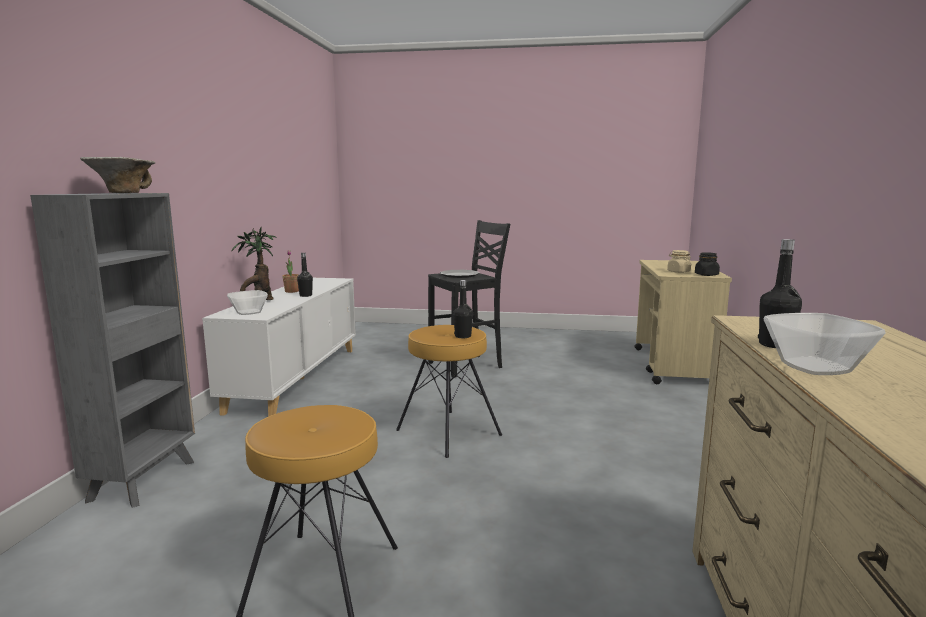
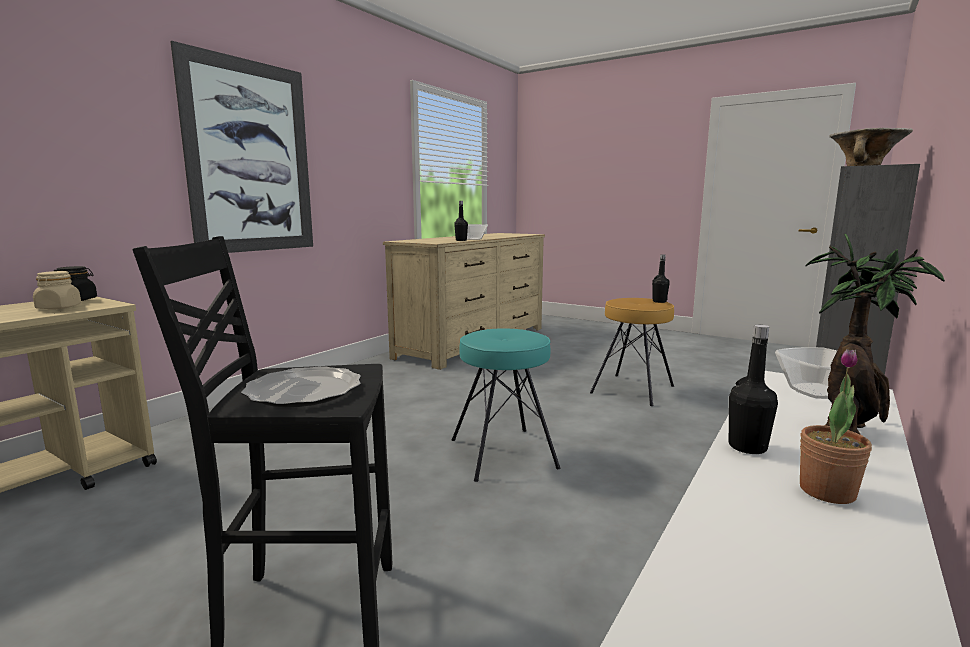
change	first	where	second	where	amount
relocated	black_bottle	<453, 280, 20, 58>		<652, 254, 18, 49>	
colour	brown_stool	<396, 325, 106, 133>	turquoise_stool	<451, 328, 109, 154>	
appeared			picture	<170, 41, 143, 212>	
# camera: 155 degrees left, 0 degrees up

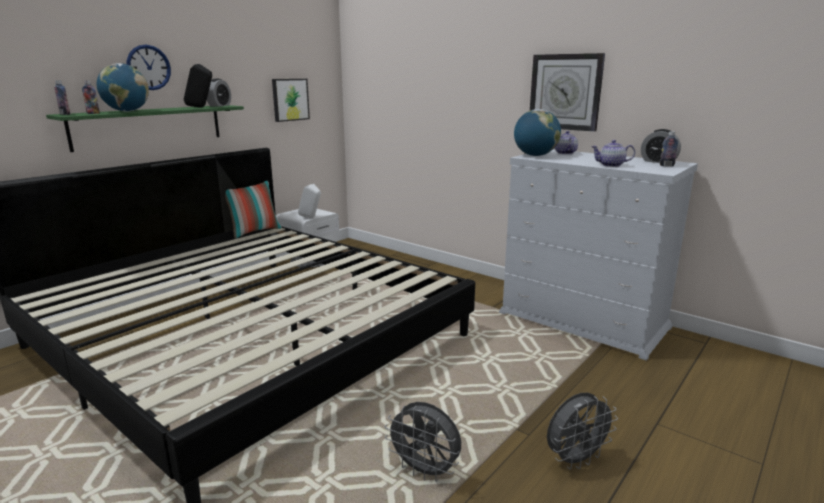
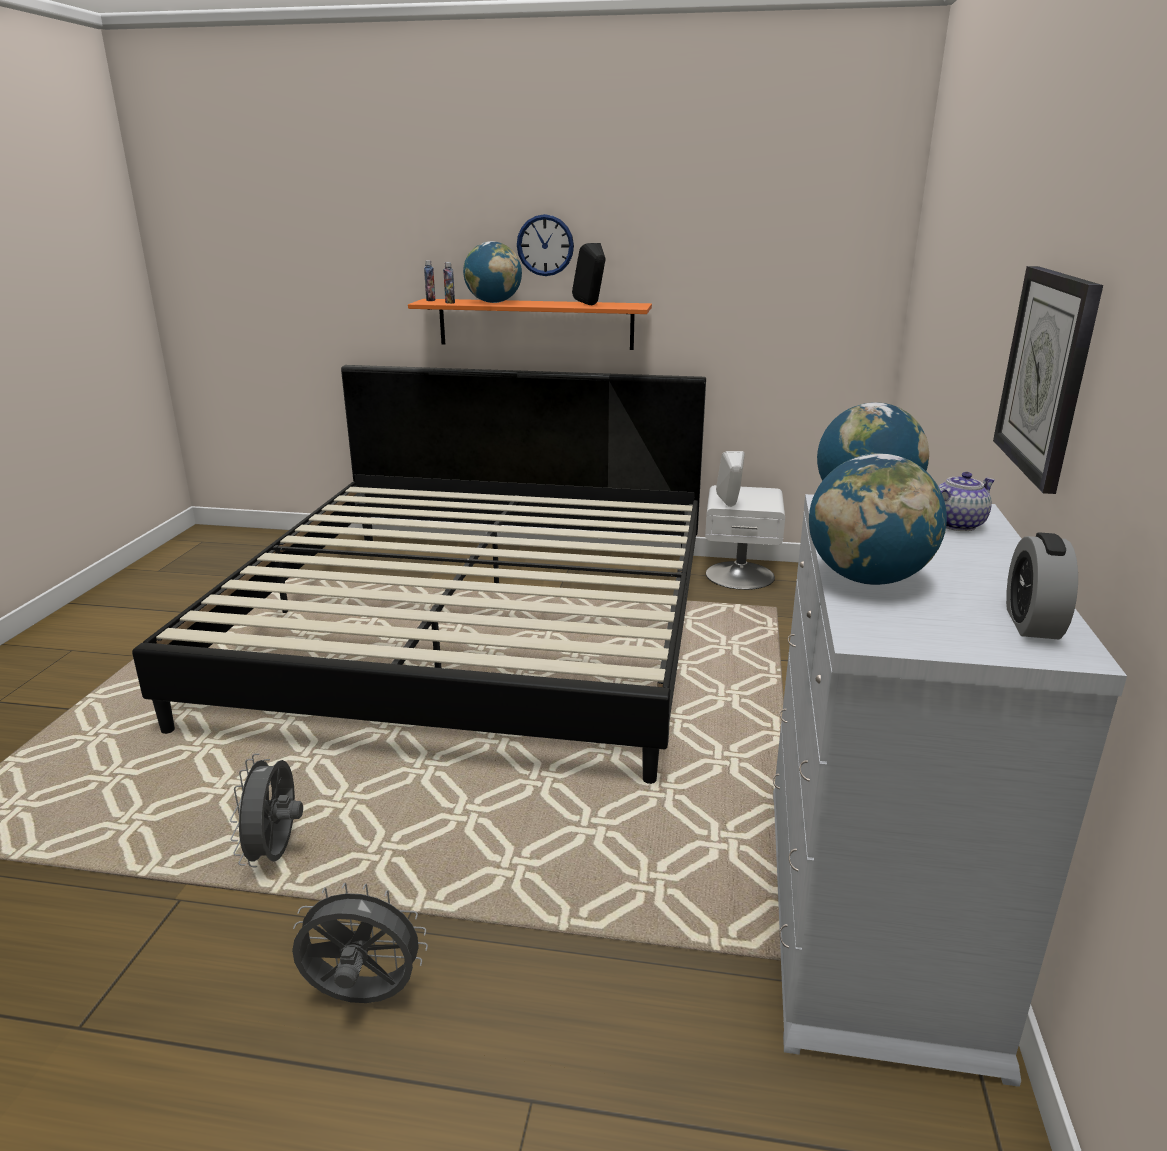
change	first	where	second	where	amount
missing	alarm_clock	<207, 79, 24, 28>			
missing	picture	<272, 79, 38, 43>			
colour	green_shelf	<46, 105, 198, 47>	orange_shelf	<408, 299, 244, 51>	
missing	bottle	<660, 131, 18, 36>			
exchanged	teapot	<591, 140, 44, 27>	globe	<809, 453, 138, 132>	
missing	pillow	<225, 181, 57, 58>			
spun	grey_fan	<547, 393, 71, 76>		<292, 883, 136, 120>	150 degrees clockwise
# camera: 60 degrees right, 5 degrees up

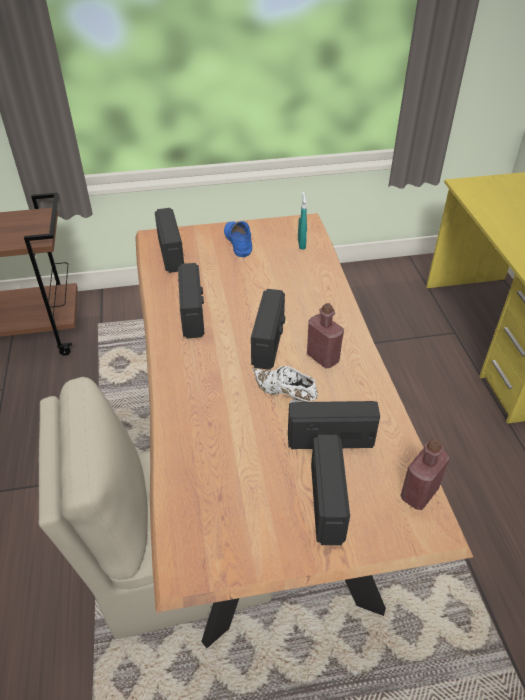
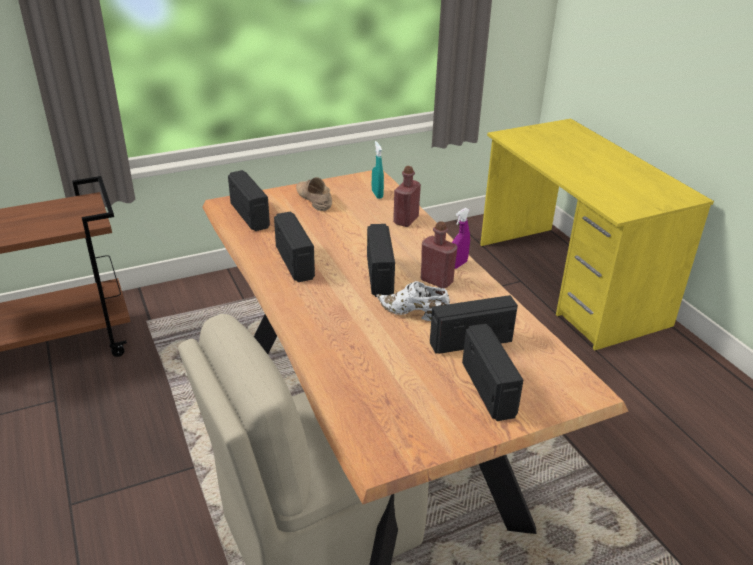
change	first	where	second	where	amount
colour	blue_shoe	<224, 221, 28, 36>	beige_shoe	<296, 177, 36, 34>	
relocated	red_bottle	<400, 439, 50, 71>		<393, 166, 28, 61>	
appeared			purple_spray_bottle	<452, 208, 18, 61>	
# camera: 15 degrees left, 10 degrees down

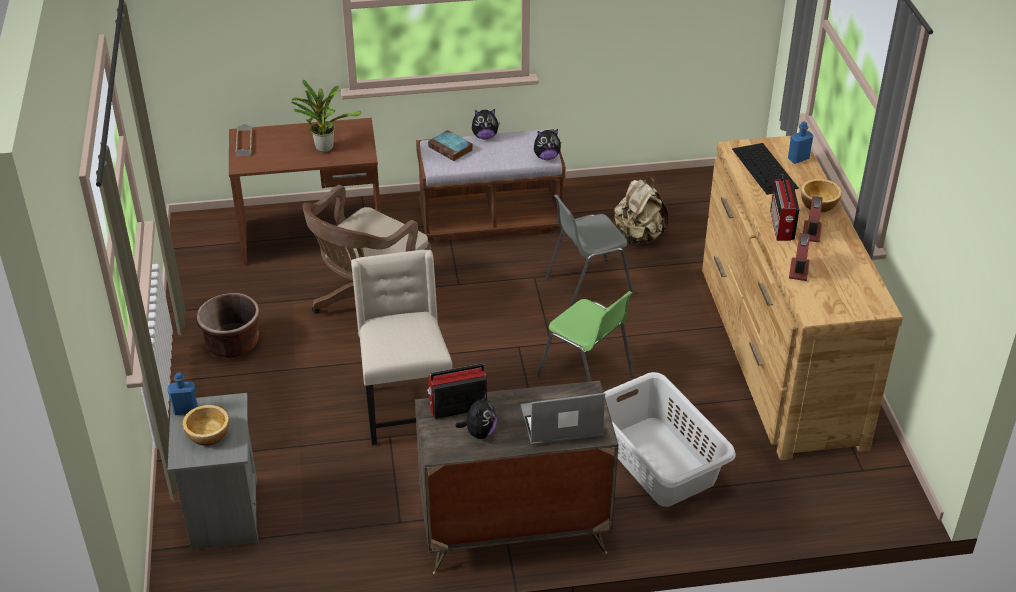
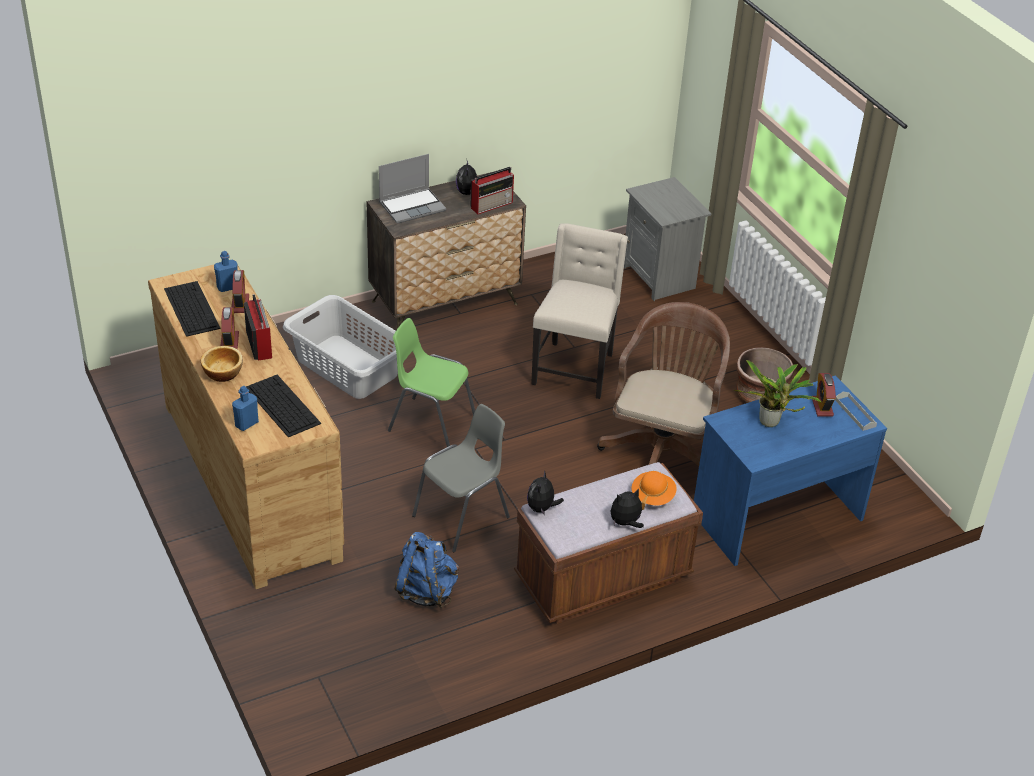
change	first	where	second	where	amount
colour	brown_desk	<229, 118, 152, 147>	blue_desk	<694, 376, 193, 190>	
spun	plush_toy	<534, 129, 27, 31>		<527, 470, 37, 45>	45 degrees counterclockwise
exchanged	book	<428, 130, 45, 31>	orange_hat	<631, 471, 46, 39>	
colour	beige_backpack	<614, 178, 55, 67>	blue_backpack	<395, 532, 64, 76>	
spun	beige_chair	<351, 250, 101, 195>		<531, 223, 97, 176>	135 degrees counterclockwise
relocated	blue_bottle	<167, 372, 31, 43>		<214, 251, 24, 41>	
missing	bowl	<182, 405, 47, 41>			
appeared			keyboard	<164, 281, 57, 56>	
appeared			alarm_clock	<812, 373, 24, 44>	
# camera: 160 degrees right, 0 degrees up

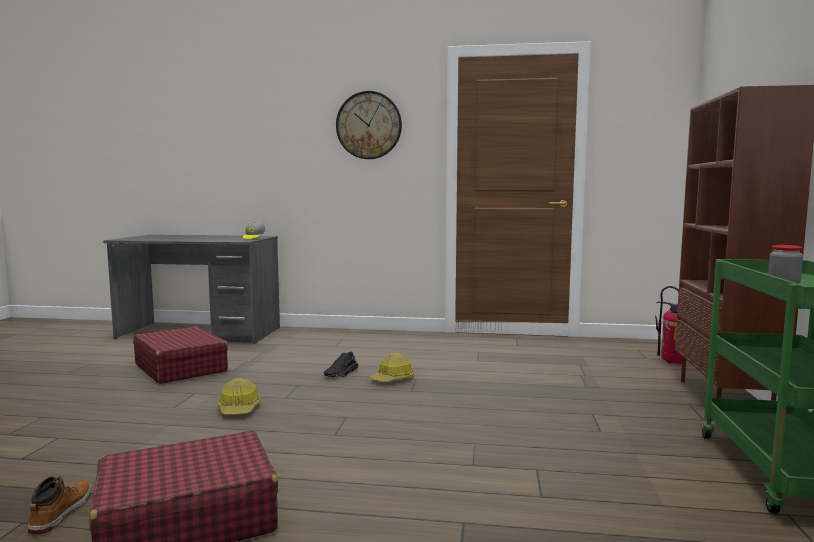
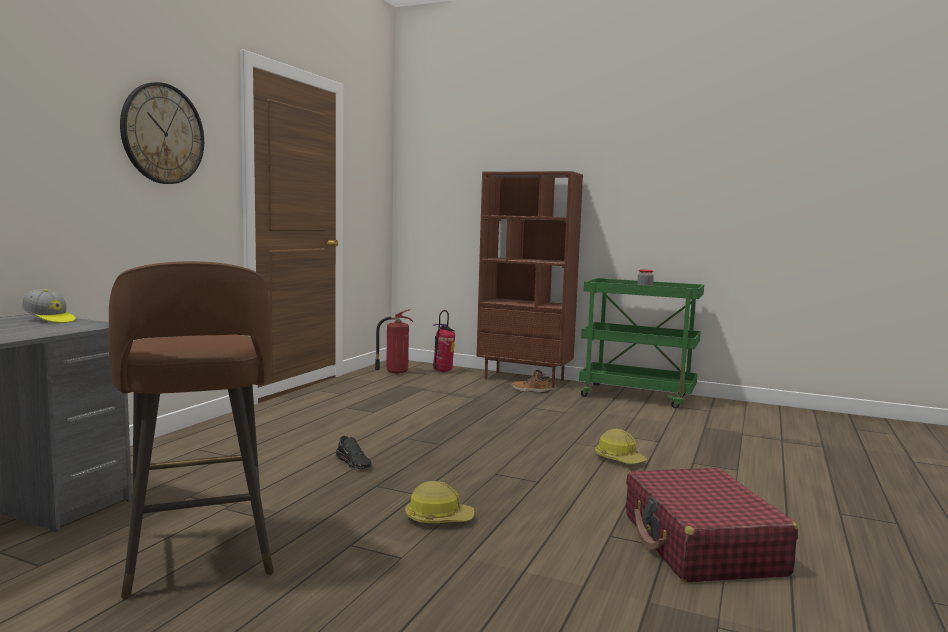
change	first	where	second	where	amount
exchanged	red_suitcase	<133, 326, 95, 58>	brown_stool	<109, 261, 165, 338>	
relocated	hard_hat	<370, 353, 44, 29>		<595, 429, 52, 35>	
relocated	boot	<28, 476, 63, 58>		<512, 370, 39, 23>	
appeared			fire_extinguisher	<375, 309, 38, 65>	
# camera: 75 degrees left, 0 degrees up

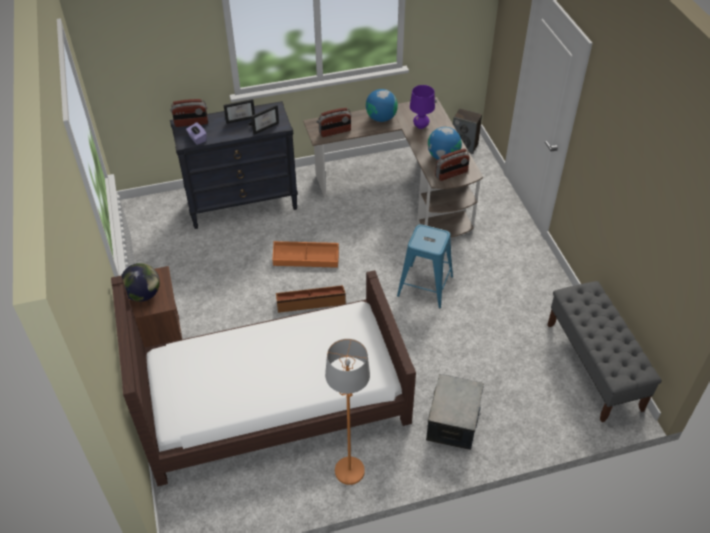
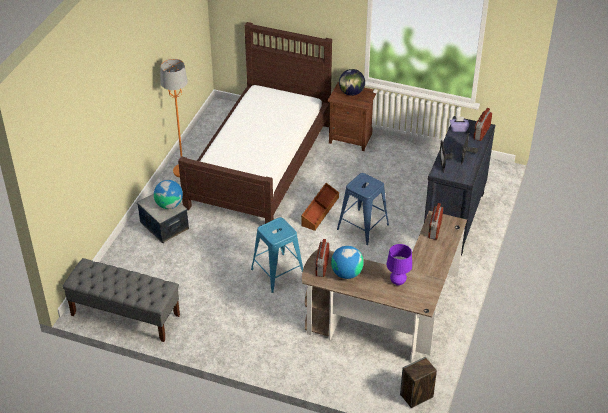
change	first	where	second	where	amount
relocated	globe	<366, 89, 32, 33>		<154, 180, 29, 29>	
exchanged	orange_storage_box	<272, 241, 67, 27>	blue_stool	<337, 173, 52, 72>	
# camera: 125 degrees right, 5 degrees down

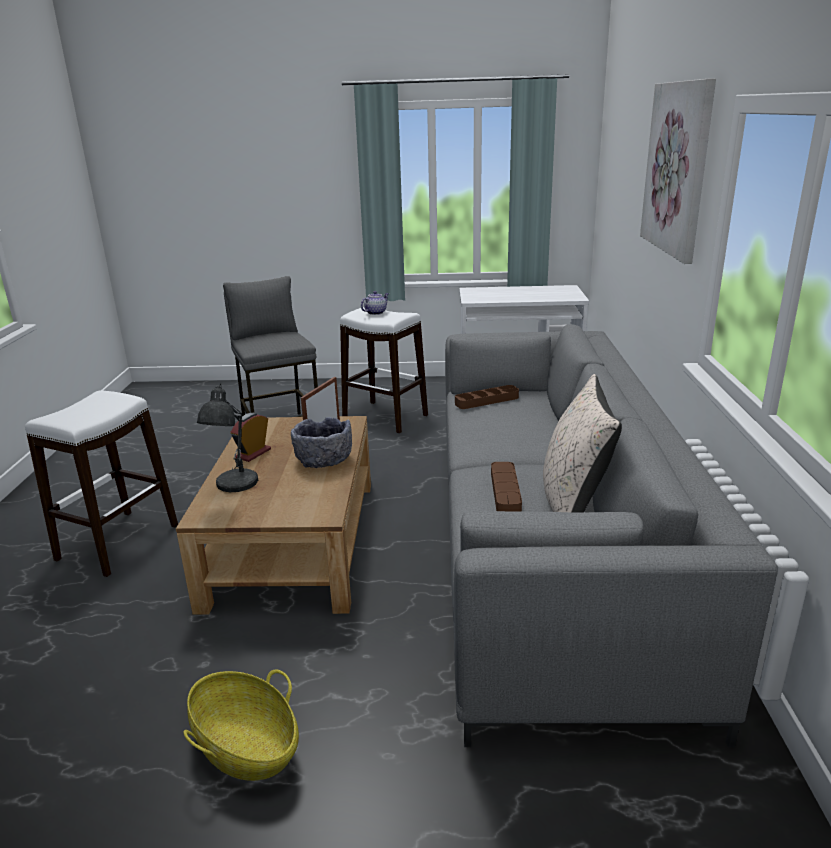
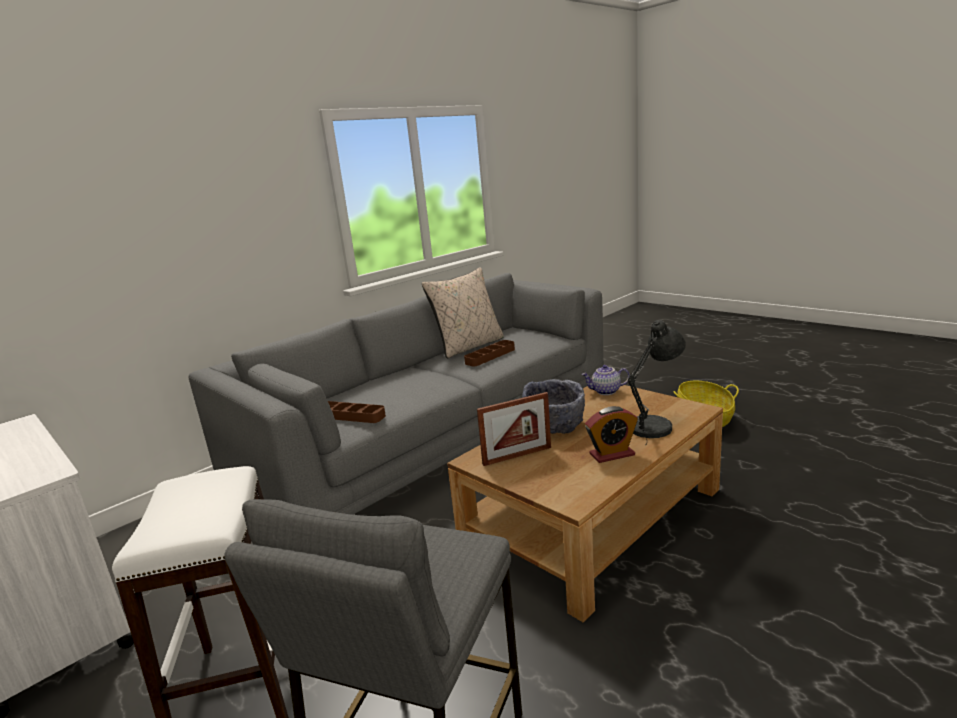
change	first	where	second	where	amount
missing	picture	<640, 78, 76, 186>			
relocated	teapot	<361, 291, 28, 24>		<581, 365, 49, 30>	
missing	white_stool	<25, 390, 153, 187>			
# camera: 135 degrees left, 5 degrees down

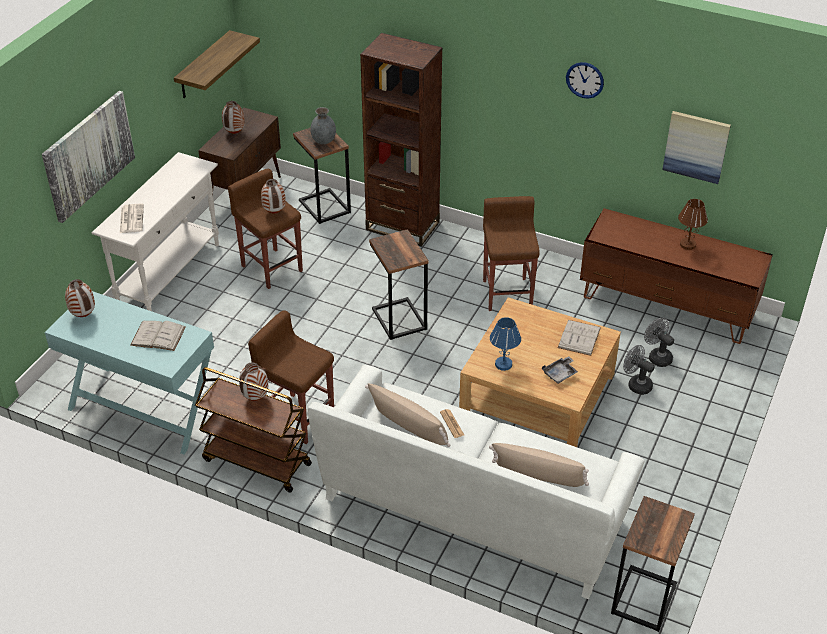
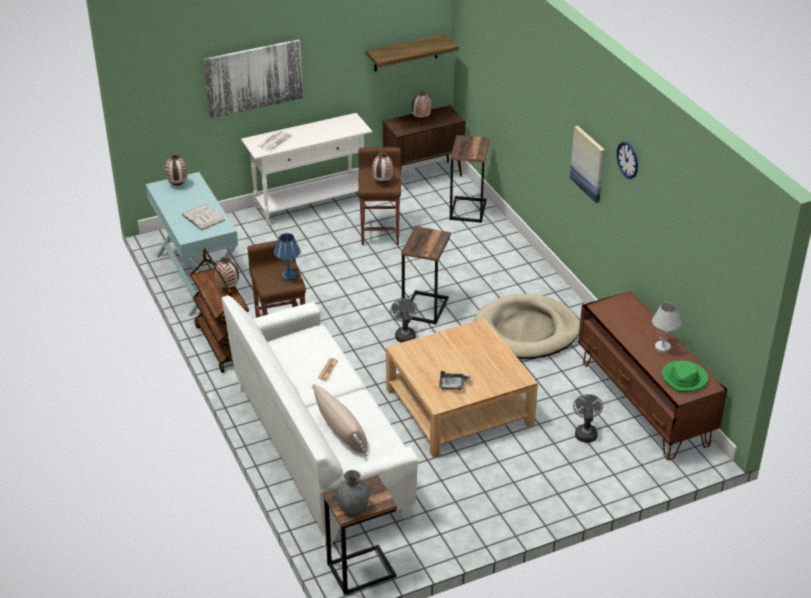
change	first	where	second	where	amount
missing	brown_bookcase	<360, 33, 83, 213>			
relocated	grey_vase	<310, 107, 26, 37>		<337, 470, 32, 44>	
relocated	picture	<662, 111, 69, 73>		<570, 126, 35, 77>	
exchanged	brown_stool	<483, 196, 57, 115>	beige_dog_bed	<474, 294, 106, 65>	
colour	brown_table_lamp	<678, 199, 30, 51>	white_table_lamp	<652, 302, 29, 51>	
relocated	blue_table_lamp	<490, 317, 31, 54>		<274, 233, 27, 48>	
missing	white_book	<558, 320, 43, 36>			
relocated	grey_fan	<623, 345, 32, 50>		<390, 298, 27, 45>	
missing	beige_pillow	<365, 384, 86, 63>			
appeared			green_hat	<662, 361, 46, 31>	
# camera: 40 degrees right, 5 degrees down

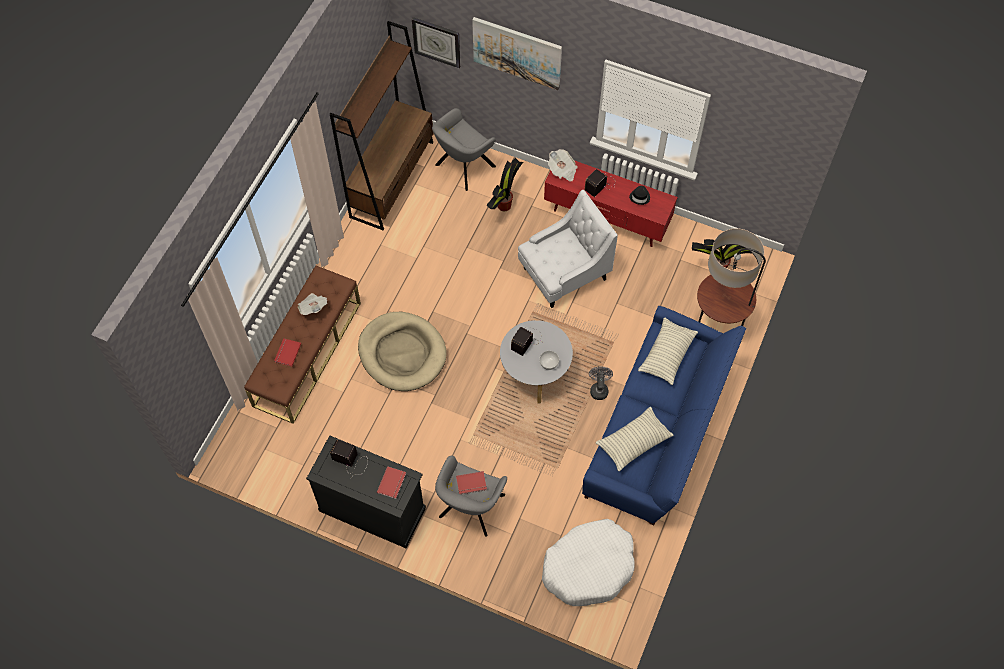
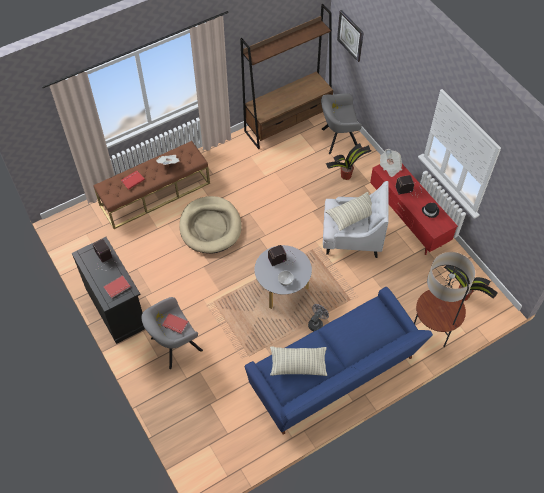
change	first	where	second	where	amount
missing	picture	<472, 17, 90, 73>			
relocated	pillow	<638, 318, 60, 67>		<325, 192, 47, 39>	
missing	white_dog_bed	<542, 519, 93, 87>			
# camera: 35 degrees right, 5 degrees down

